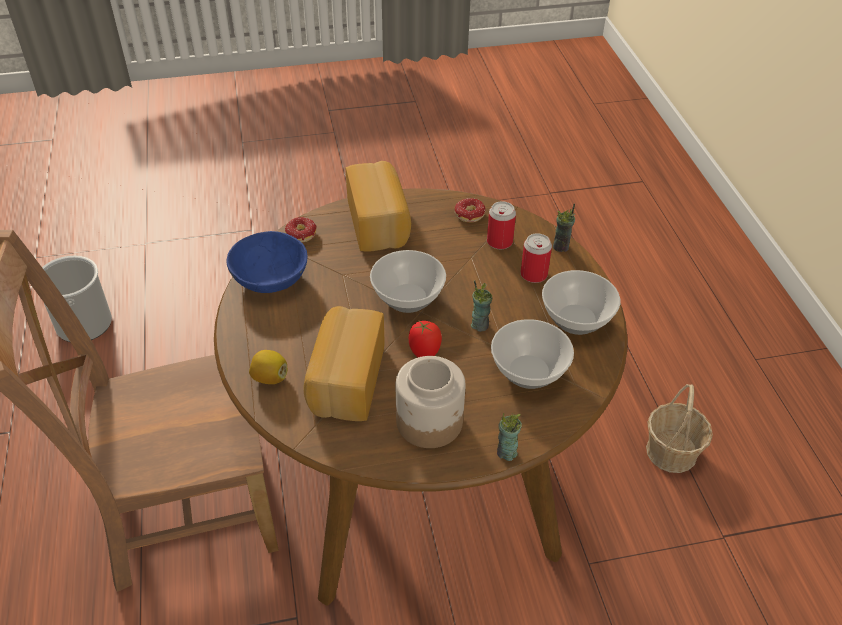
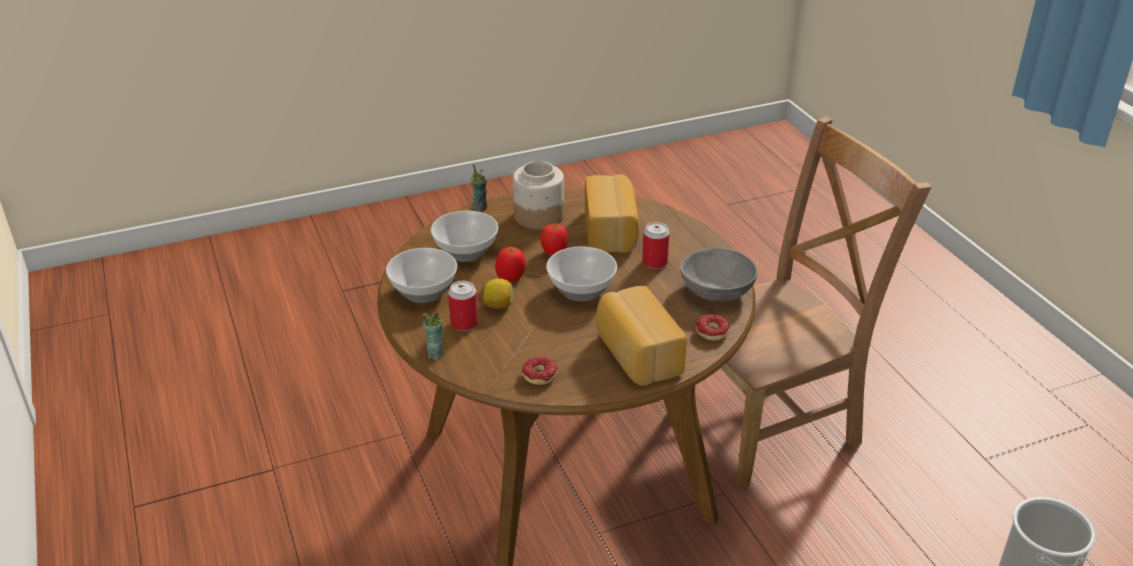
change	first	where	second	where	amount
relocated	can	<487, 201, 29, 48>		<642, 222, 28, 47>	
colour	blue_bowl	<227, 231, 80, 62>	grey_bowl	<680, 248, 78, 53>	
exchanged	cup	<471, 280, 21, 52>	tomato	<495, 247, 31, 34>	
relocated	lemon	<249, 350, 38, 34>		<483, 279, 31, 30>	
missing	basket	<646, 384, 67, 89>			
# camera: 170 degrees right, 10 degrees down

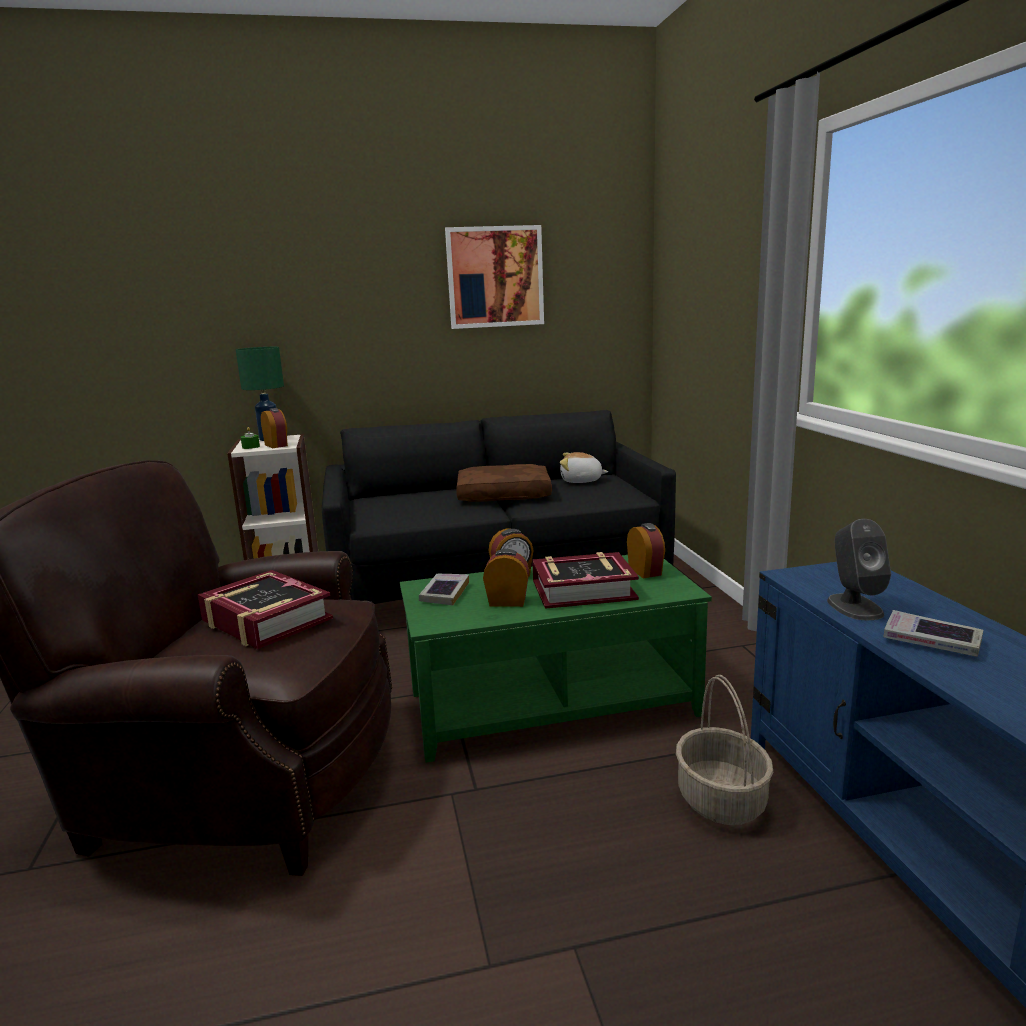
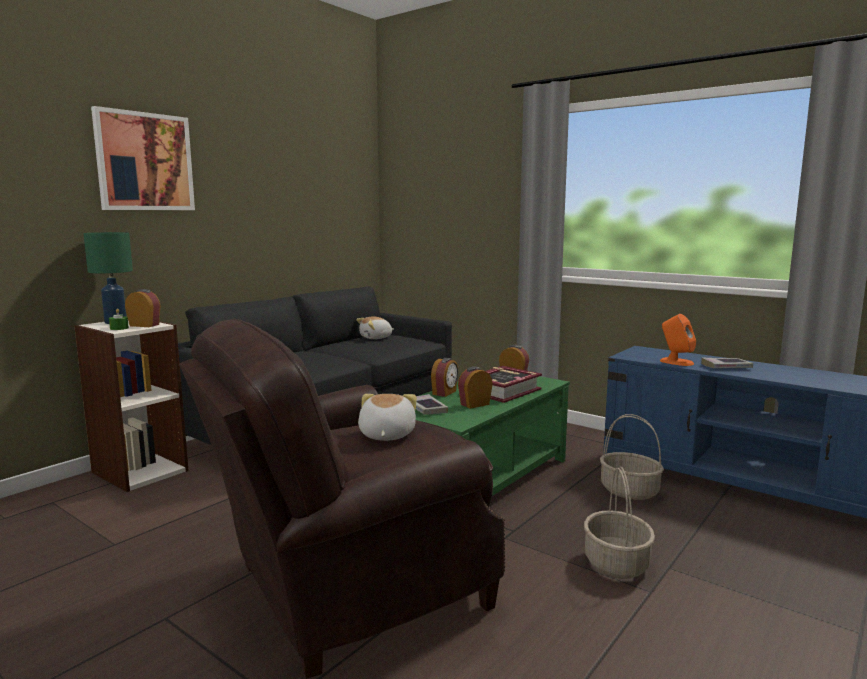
change	first	where	second	where	amount
relocated	picture	<445, 225, 99, 104>		<91, 106, 104, 104>	
missing	brown_pillow	<456, 464, 96, 38>			
colour	grey_speaker	<827, 519, 64, 101>	orange_speaker	<660, 314, 36, 52>	
exchanged	book	<198, 570, 135, 79>	plush_toy	<358, 394, 59, 47>	
appeared			basket	<584, 466, 71, 113>	
# camera: 40 degrees left, 5 degrees down

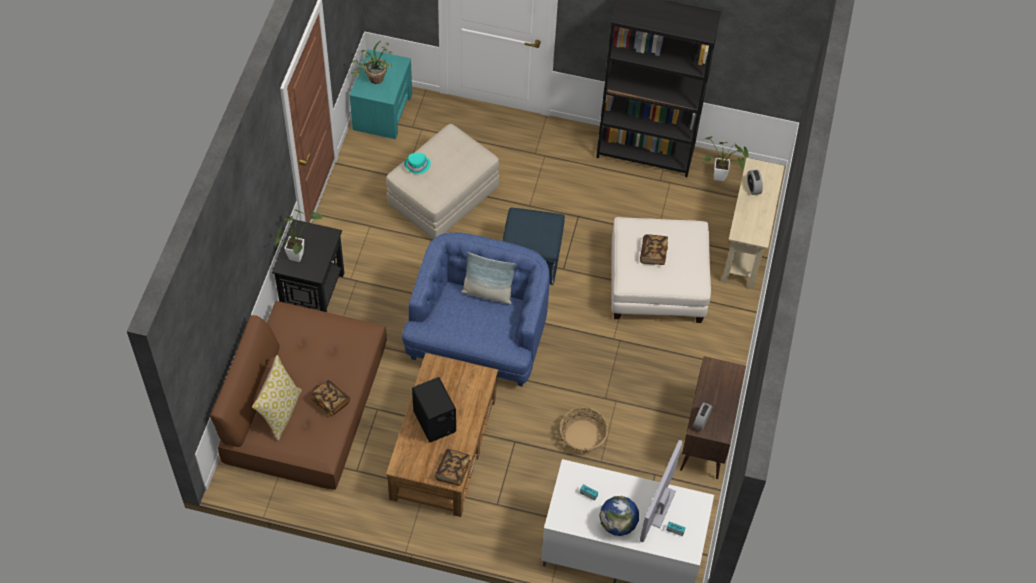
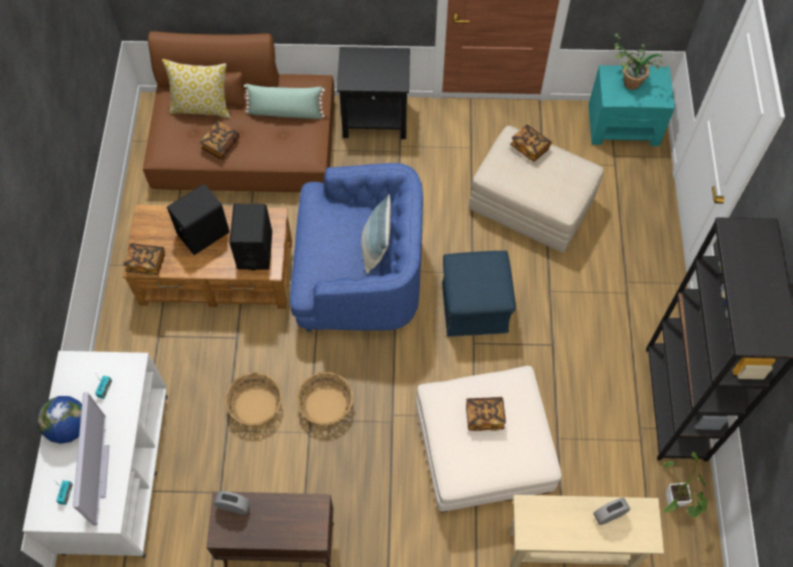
change	first	where	second	where	amount
exchanged	turquoise_hat	<404, 153, 27, 21>	book	<510, 125, 42, 37>	
missing	potted_plant	<275, 209, 47, 53>			
spun	television	<640, 440, 43, 102>		<73, 392, 36, 134>	75 degrees clockwise
appeared			green_pillow	<244, 84, 81, 35>	
appeared			black_speaker	<230, 203, 42, 67>	
appeared			basket	<297, 372, 56, 54>	
# camera: 80 degrees right, 5 degrees up

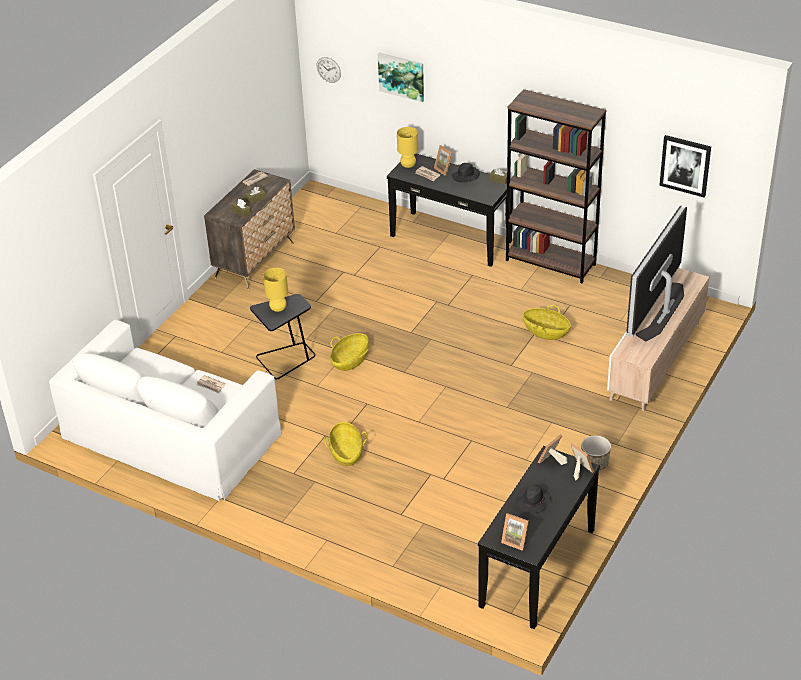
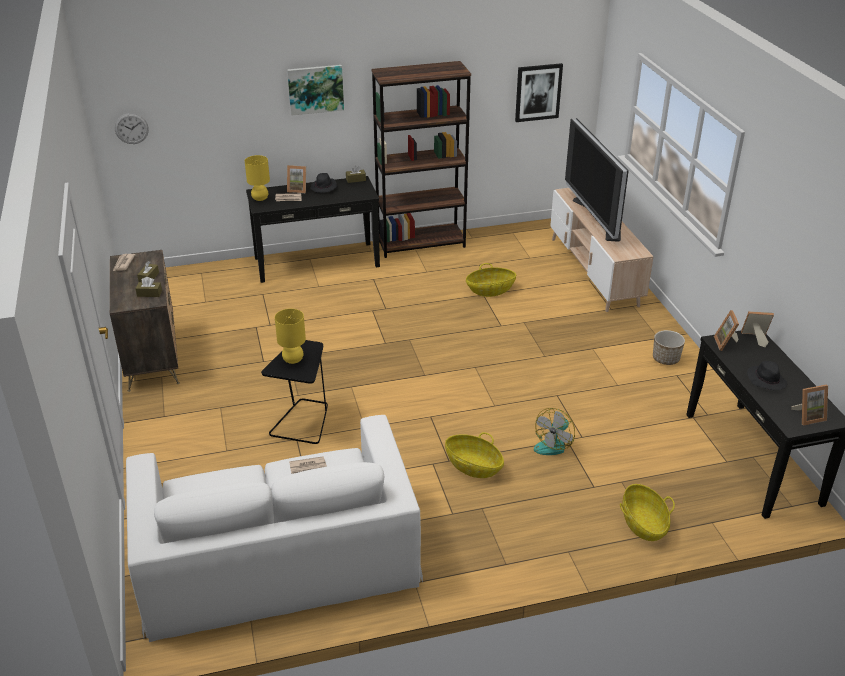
change	first	where	second	where	amount
relocated	picture	<378, 53, 46, 49>		<287, 65, 57, 51>	
relocated	basket	<330, 333, 39, 38>		<620, 484, 55, 57>	
appeared			fan	<534, 408, 41, 47>	
# camera: 45 degrees left, 5 degrees down

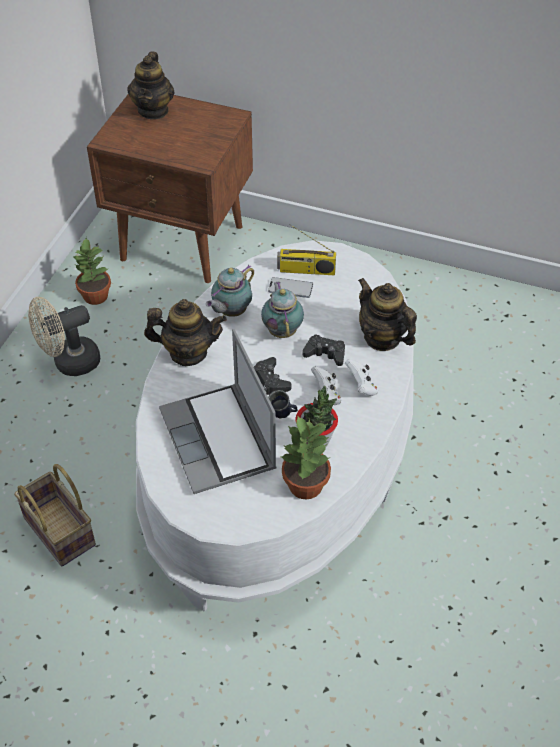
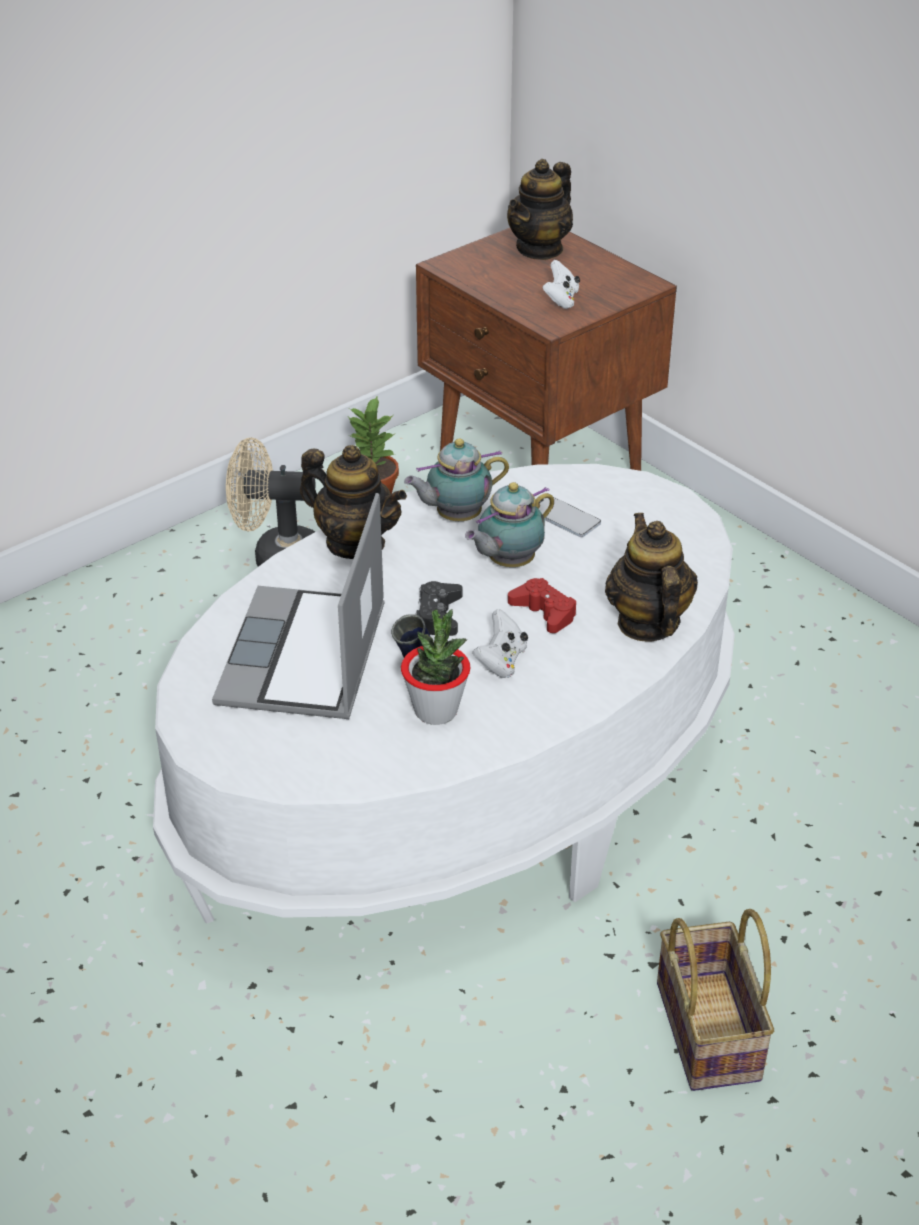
change	first	where	second	where	amount
missing	radio	<277, 224, 59, 51>			
spun	teapot	<261, 282, 43, 56>		<465, 482, 89, 85>	150 degrees counterclockwise
colour	black_game_controller	<302, 334, 43, 32>	red_game_controller	<508, 578, 68, 55>	
relocated	white_game_controller	<345, 359, 33, 37>		<542, 260, 38, 49>	
missing	potted_plant	<281, 415, 50, 85>			
relocated	basket	<14, 464, 82, 102>		<657, 909, 117, 182>	
# camera: 30 degrees right, 10 degrees down

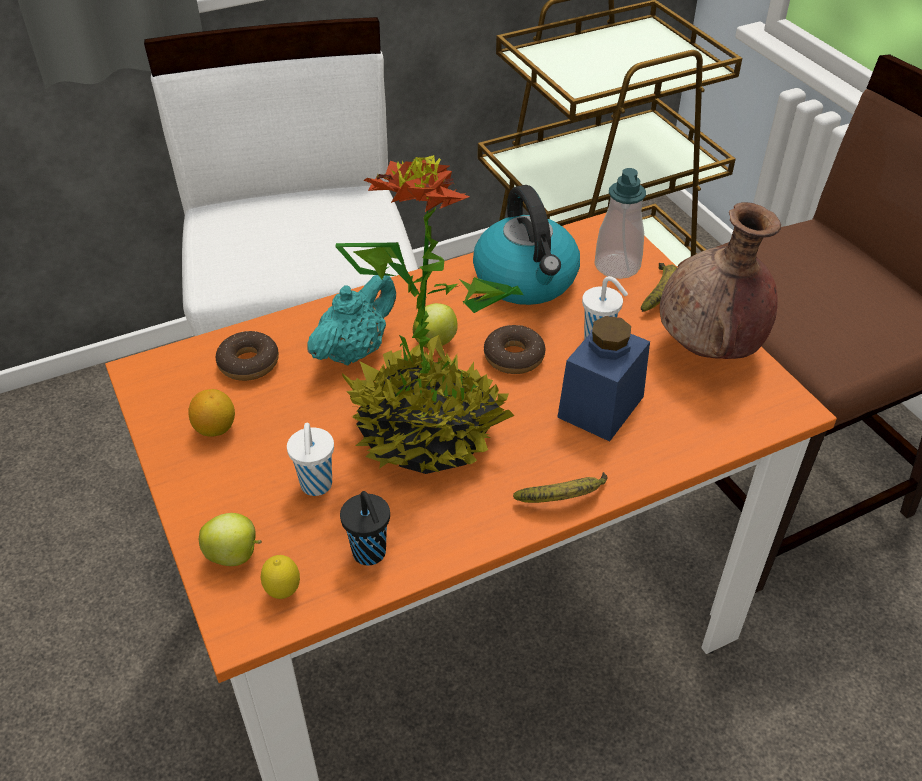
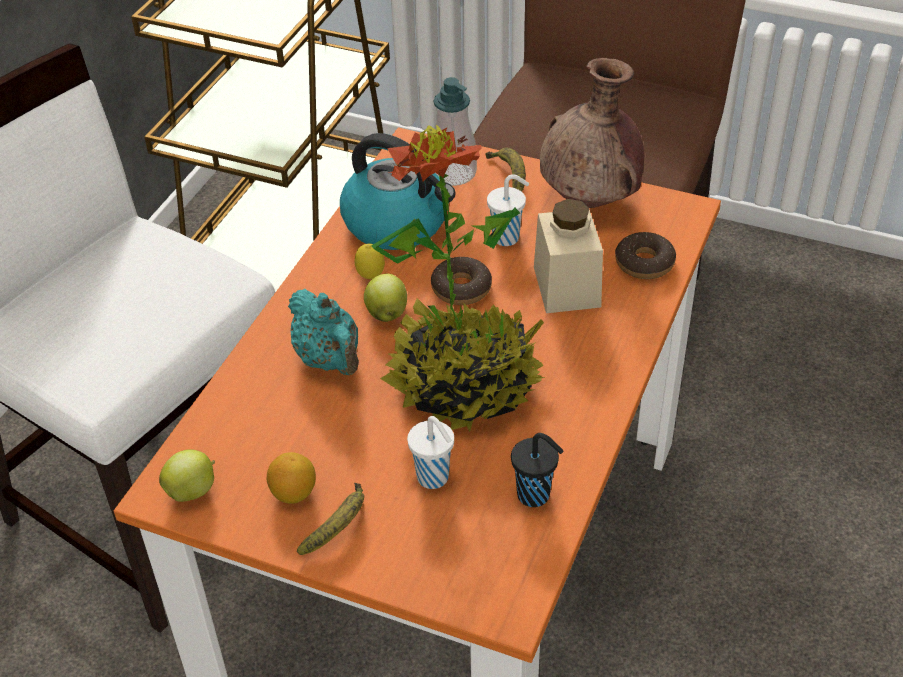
change	first	where	second	where	amount
spun	turquoise_teapot	<307, 275, 89, 90>		<288, 289, 71, 86>	150 degrees clockwise
colour	blue_jar	<557, 316, 93, 126>	beige_jar	<534, 199, 69, 114>	
relocated	donut	<215, 331, 64, 50>		<615, 232, 61, 47>	
relocated	banana	<513, 472, 95, 31>		<297, 483, 67, 72>	
relocated	apple	<199, 513, 63, 53>		<159, 449, 56, 53>	
relocated	lemon	<261, 555, 39, 44>		<355, 244, 30, 35>	
# camera: 40 degrees left, 0 degrees up

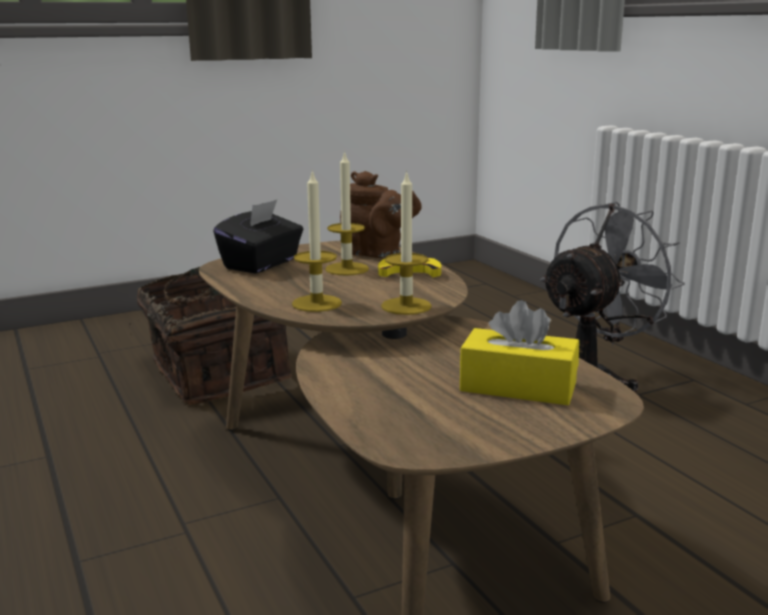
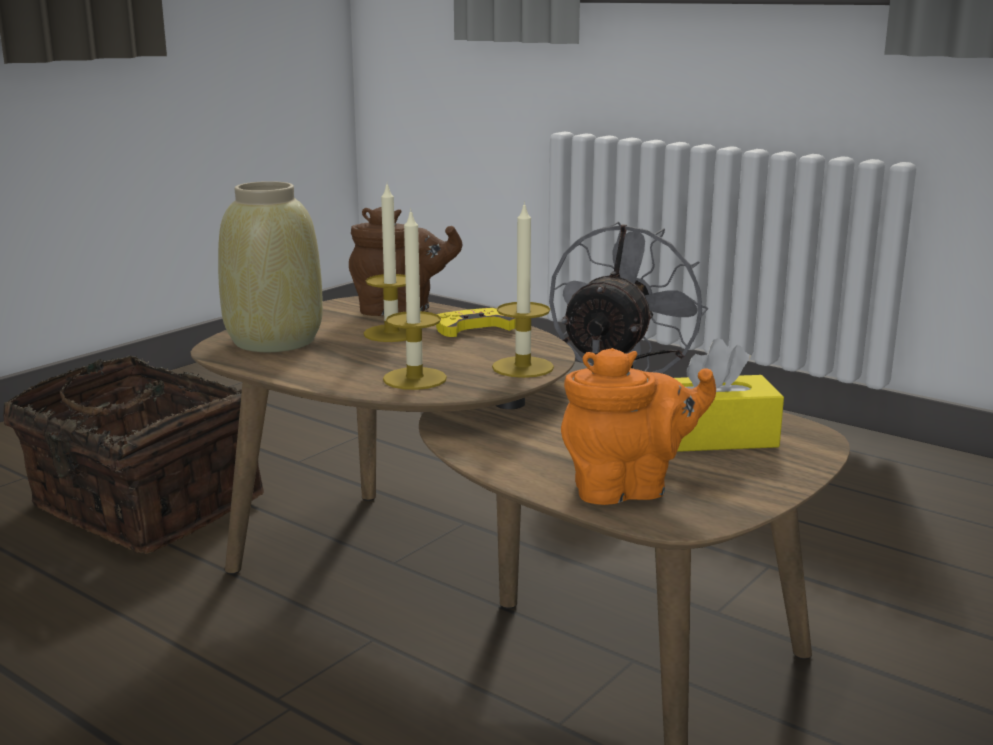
change	first	where	second	where	amount
exchanged	black_tissue_box	<213, 200, 90, 74>	beige_vase	<218, 181, 105, 171>	
appeared			orange_teapot	<561, 348, 155, 157>	
# camera: 25 degrees left, 0 degrees up

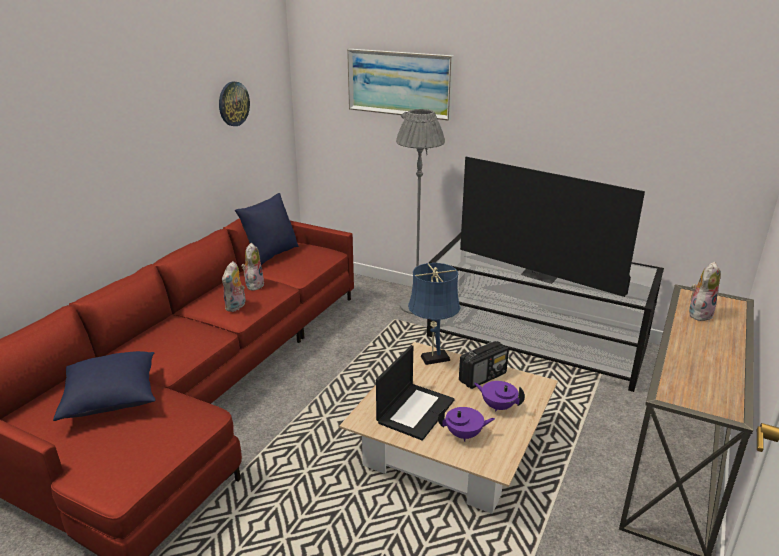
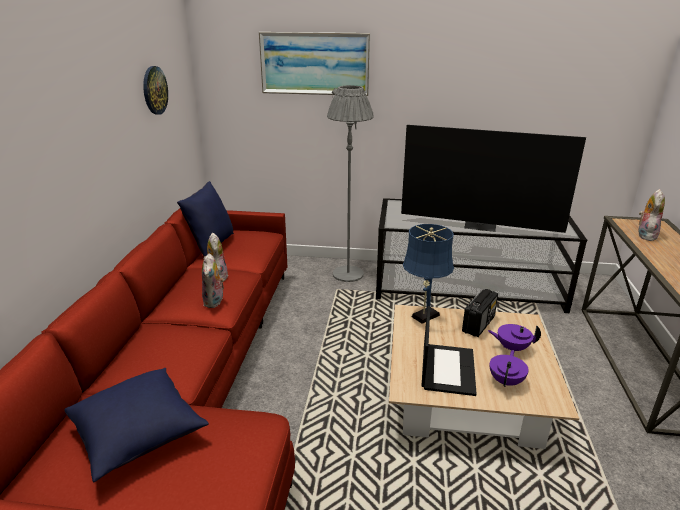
change	first	where	second	where	amount
spun	purple_teapot	<438, 407, 57, 35>		<489, 350, 40, 37>	45 degrees counterclockwise
# camera: 20 degrees left, 0 degrees up

